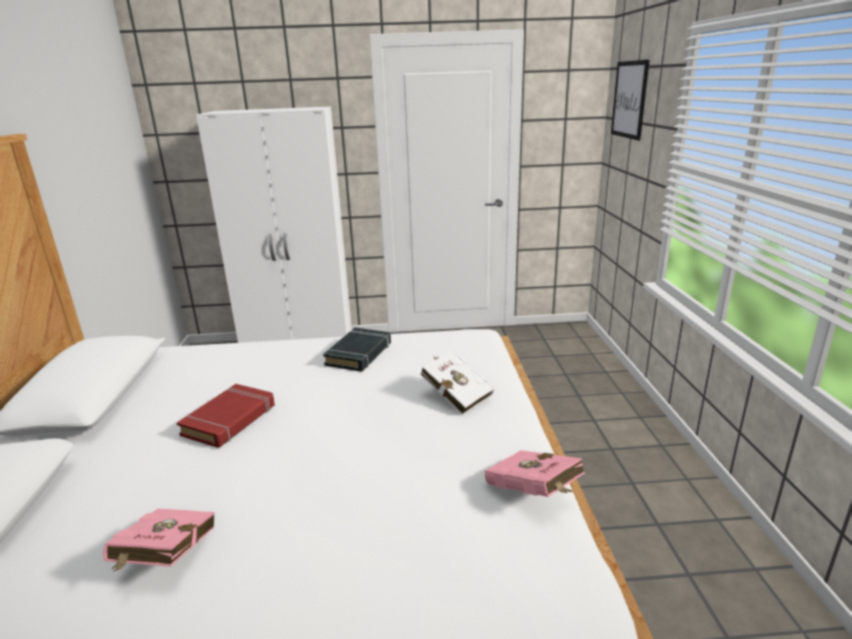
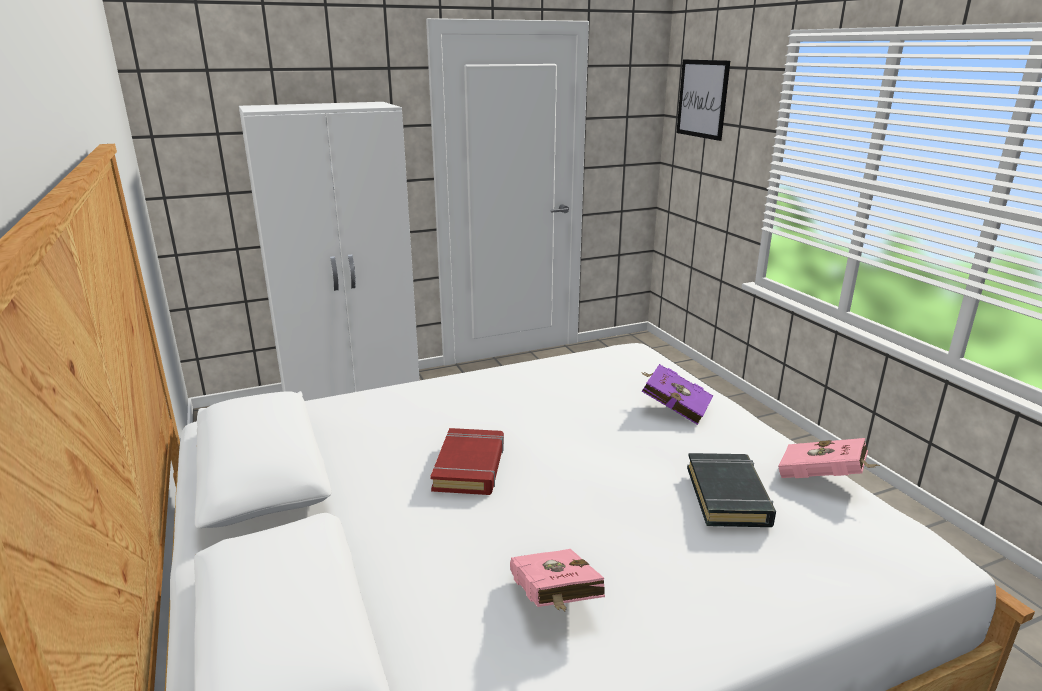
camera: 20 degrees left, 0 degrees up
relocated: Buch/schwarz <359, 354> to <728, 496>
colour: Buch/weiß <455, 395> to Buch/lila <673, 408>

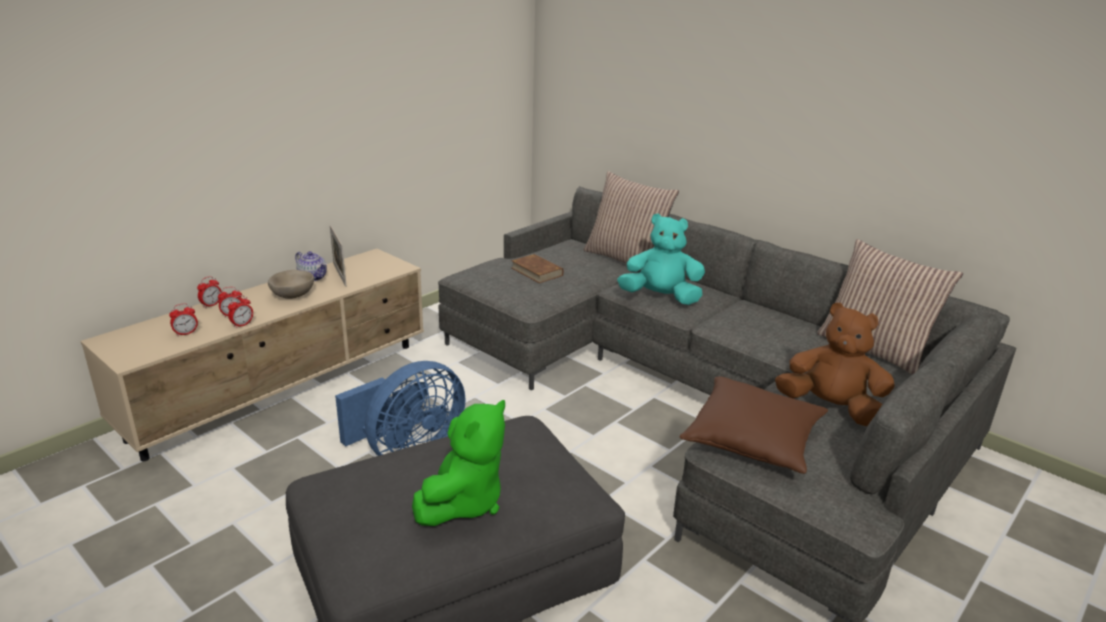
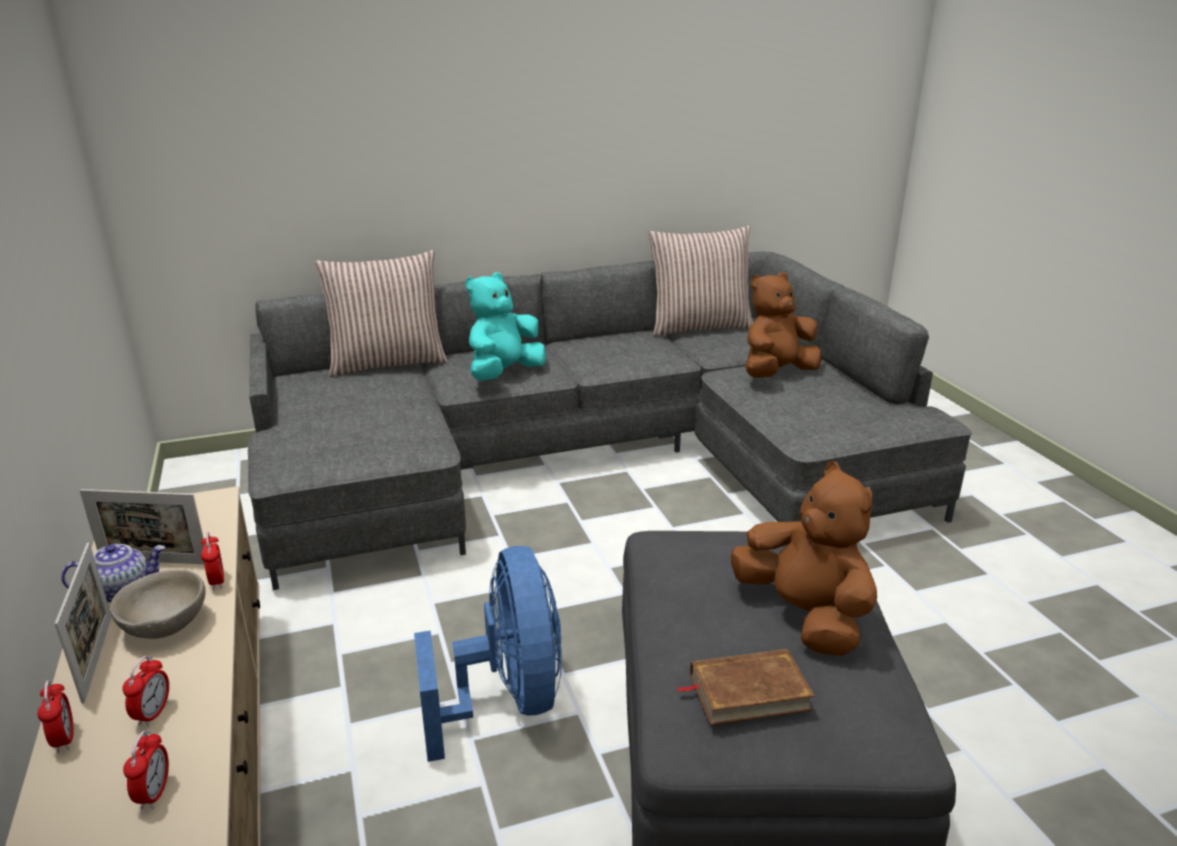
camera: 60 degrees left, 0 degrees up
missing: Kissen/braun <752, 440>
appeared: Bilderrahmen <97, 657>
relocated: Wecker <242, 325> to <217, 581>; Buch/braun <537, 271> to <748, 691>
colour: Plüschtier/grün <464, 502> to Plüschtier/braun <804, 616>

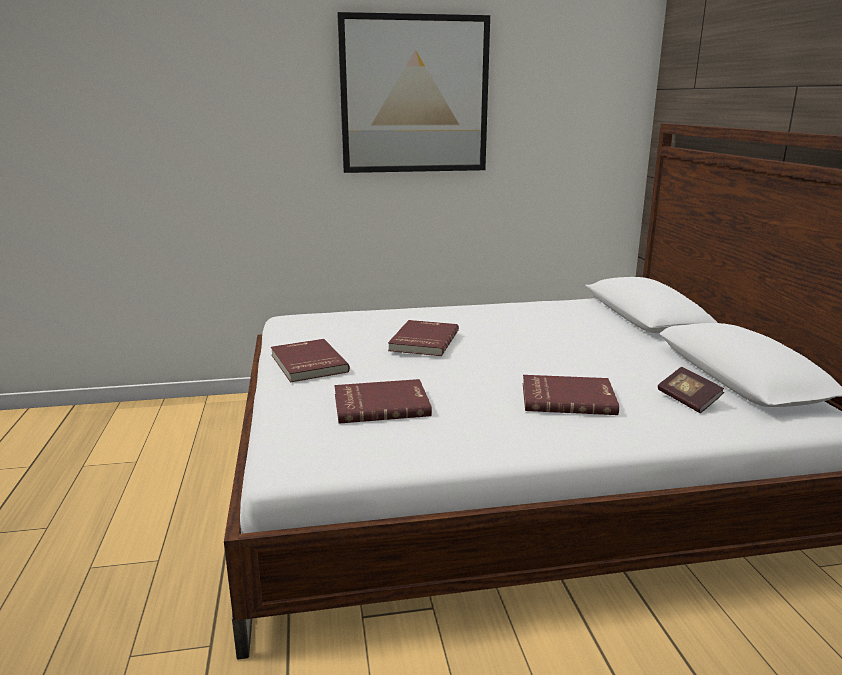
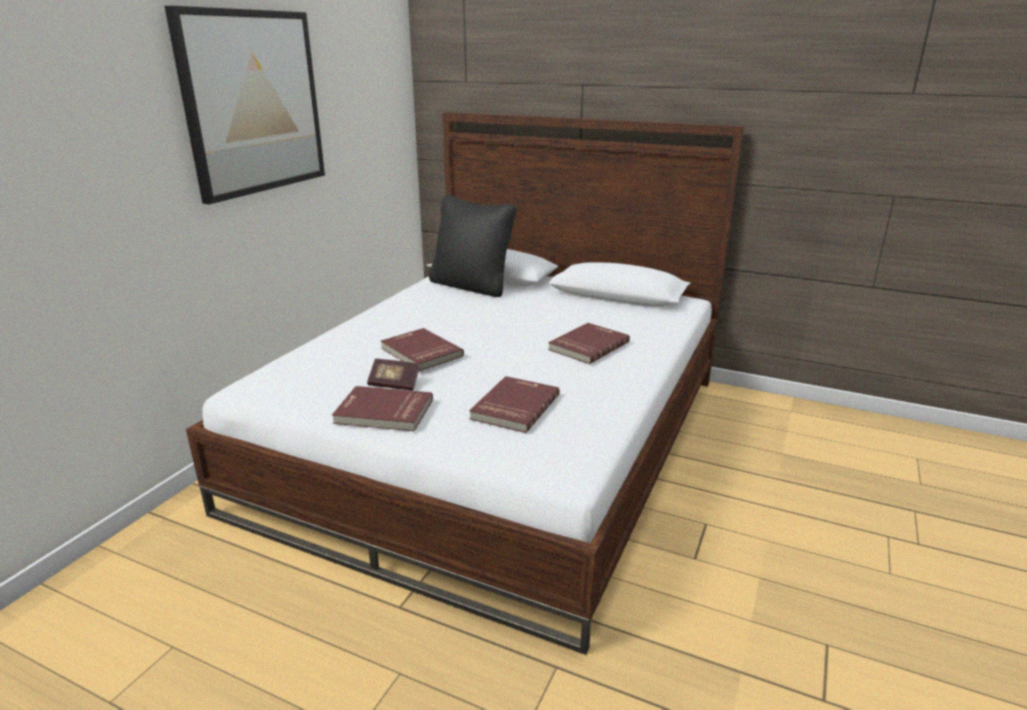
camera: 55 degrees left, 5 degrees up
appeared: Kissen/schwarz <472, 286>
relocated: Buch <688, 400> to <394, 384>

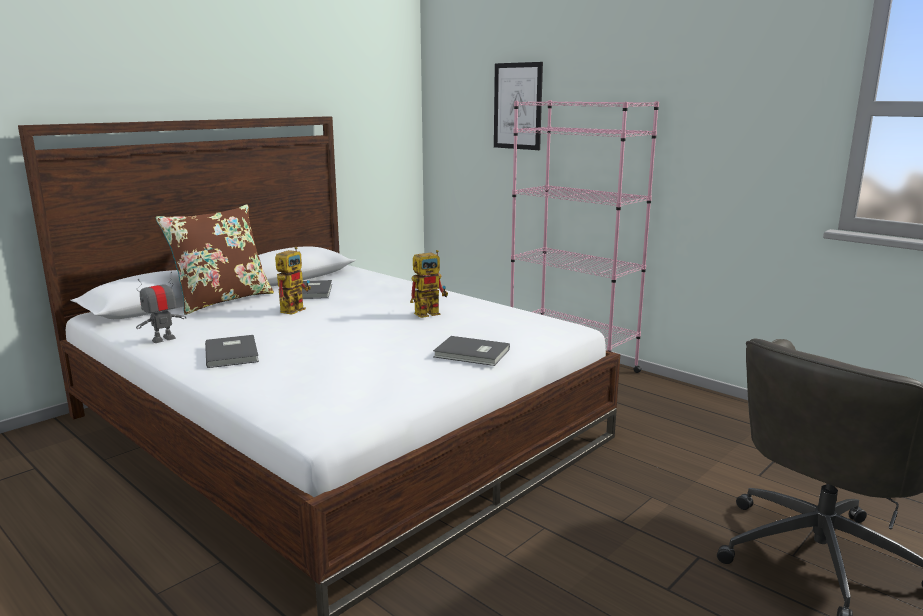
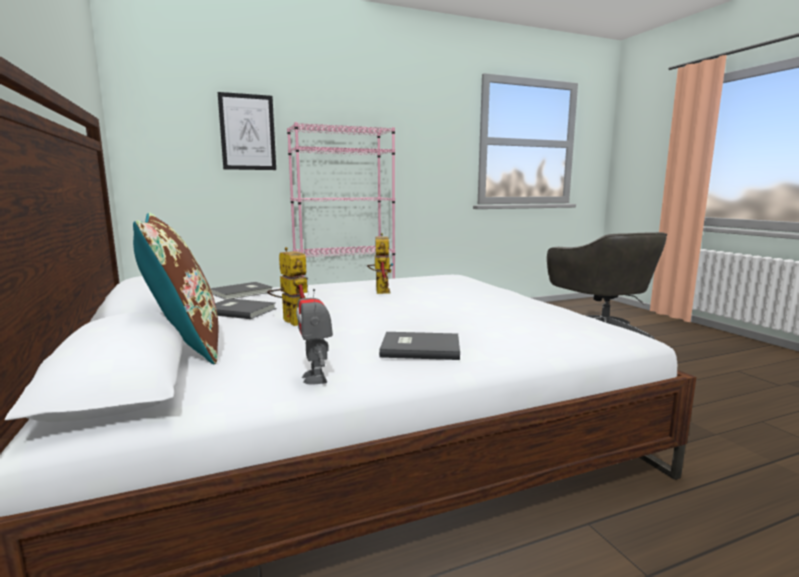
camera: 65 degrees left, 5 degrees down
relocated: Buch/grau <472, 354> to <243, 292>

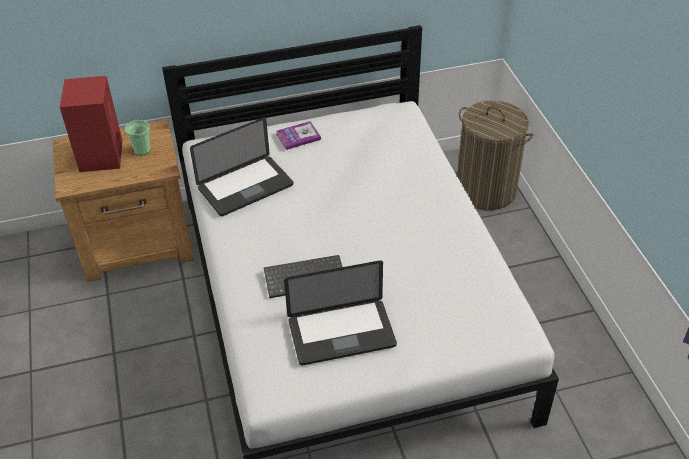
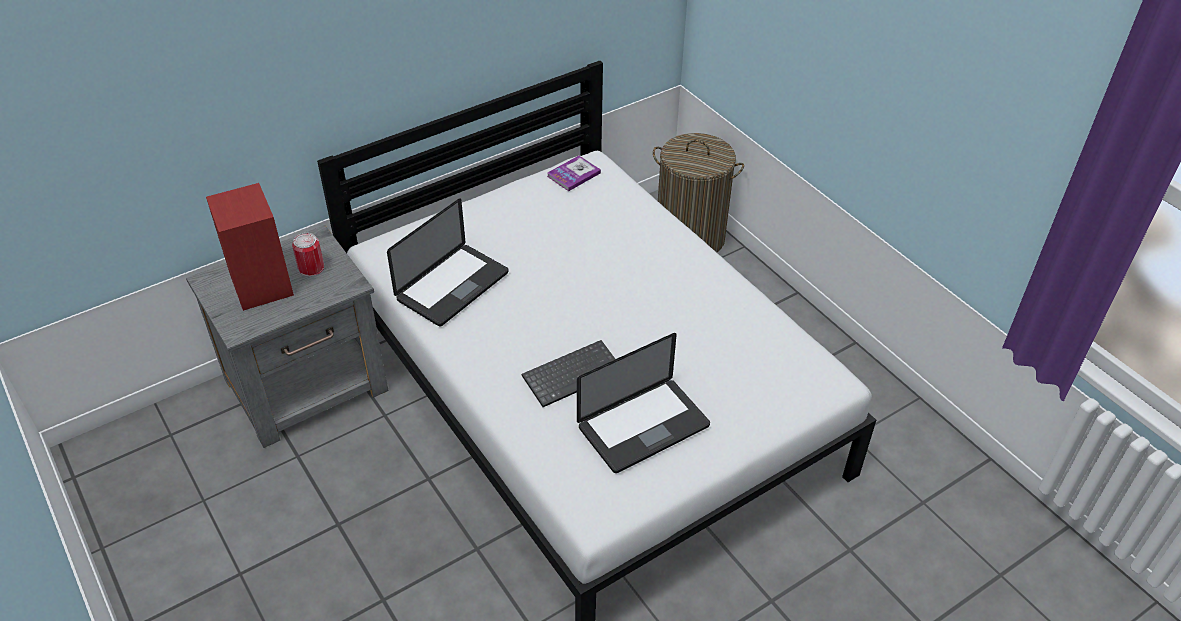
camera: 20 degrees left, 0 degrees up
relocated: Buch <298, 136> to <573, 174>
exchanged: Tasse <142, 150> to Dose <311, 268>
colour: Nachttisch/braun <138, 243> to Nachttisch/grau <309, 385>

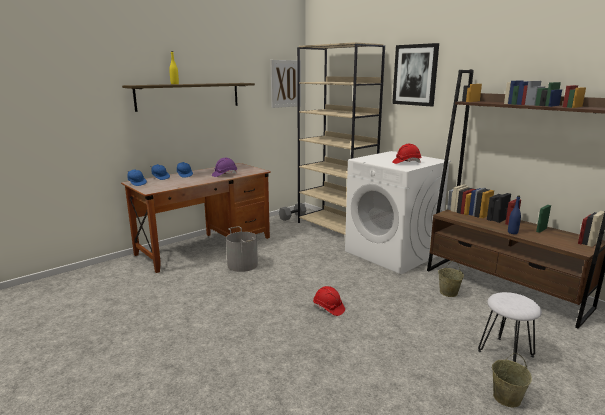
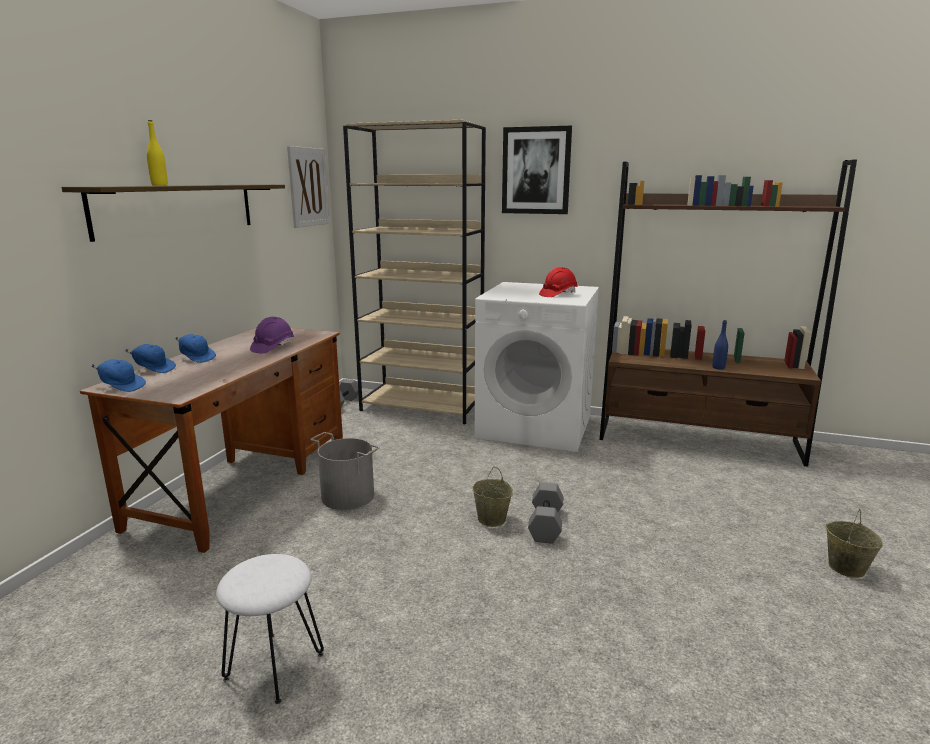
camera: 30 degrees left, 0 degrees up
relocated: Hocker/weiß <506, 354> to <275, 666>; Eimer/beige <448, 293> to <492, 519>
exchanged: Schutzhelm/rot <328, 308> to Hantel/grau <546, 525>

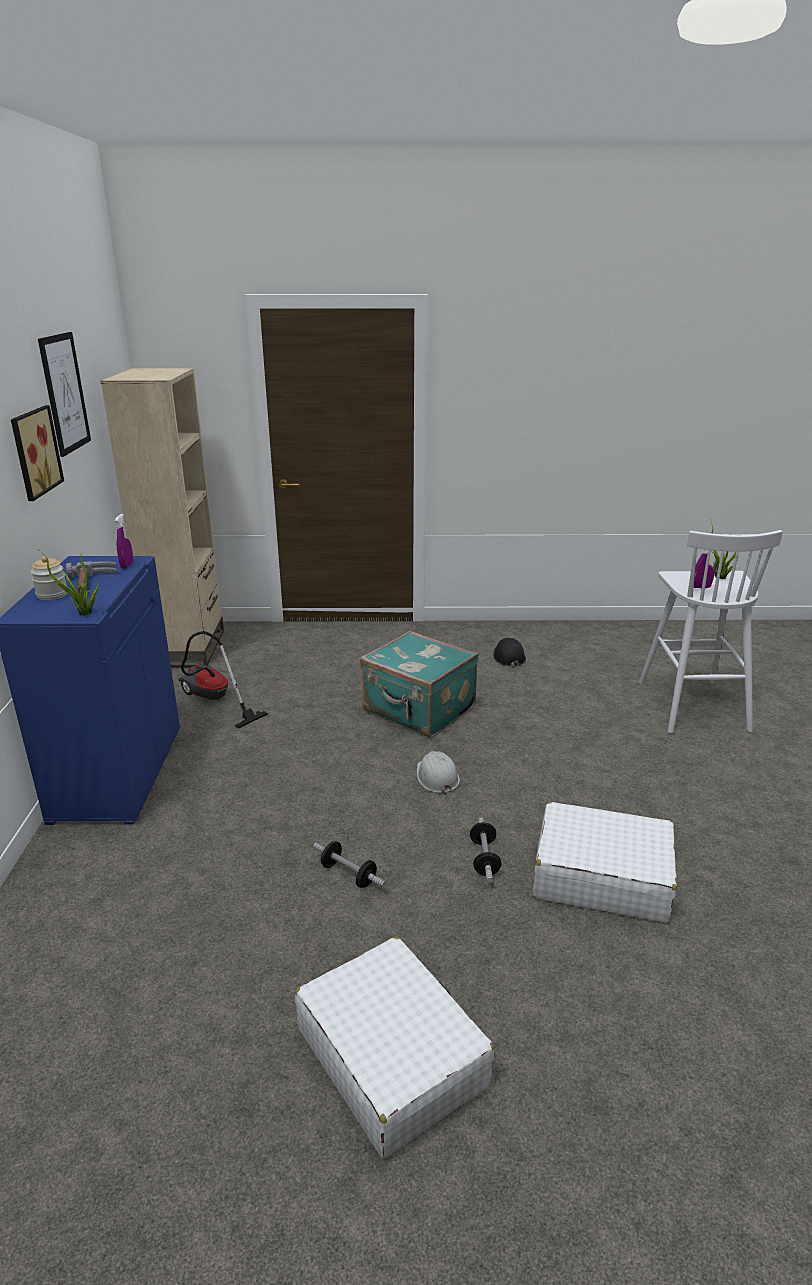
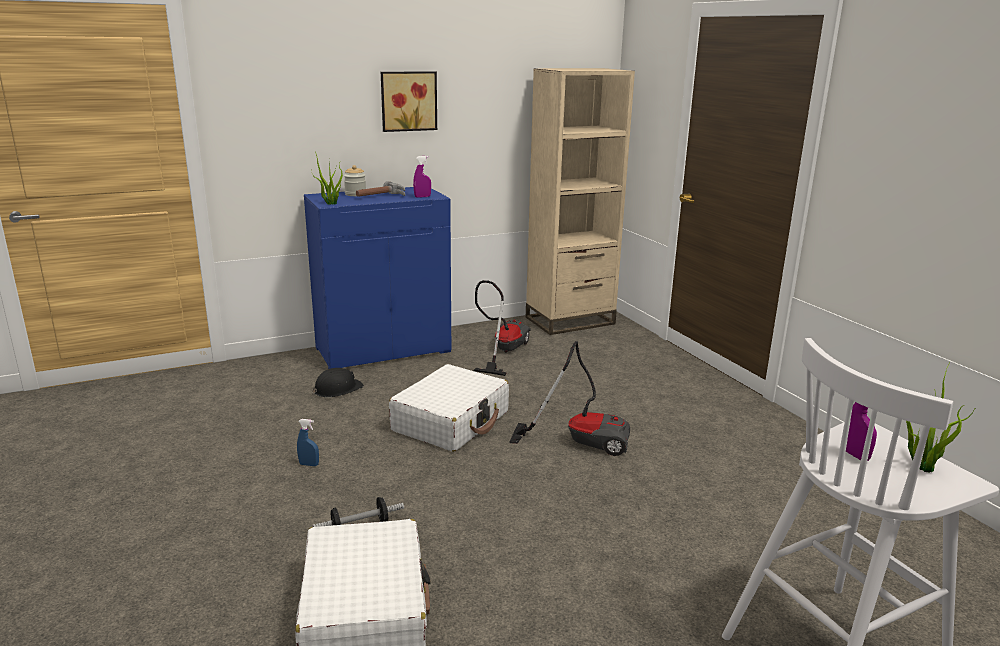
camera: 65 degrees right, 5 degrees down
missing: Bild <65, 393>; Schutzhelm/weiß <436, 777>
relocated: Schutzhelm/schwarz <508, 657> to <337, 389>; Koffer/weiß <391, 1056> to <451, 421>
exchanged: Hantel <349, 874> to Sprühflasche/blau <309, 464>; Koffer/türkis <418, 710> to Staubsauger <581, 440>

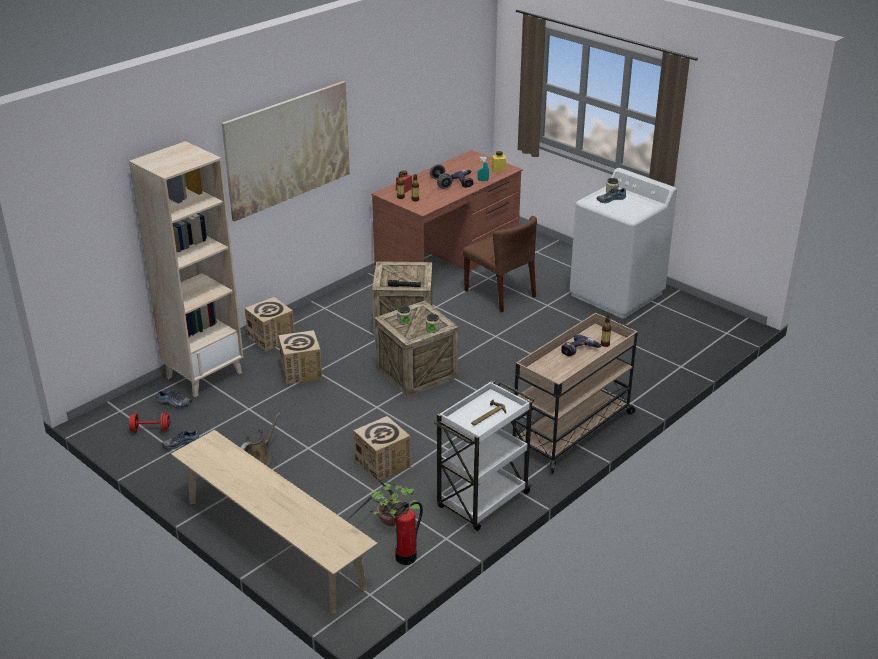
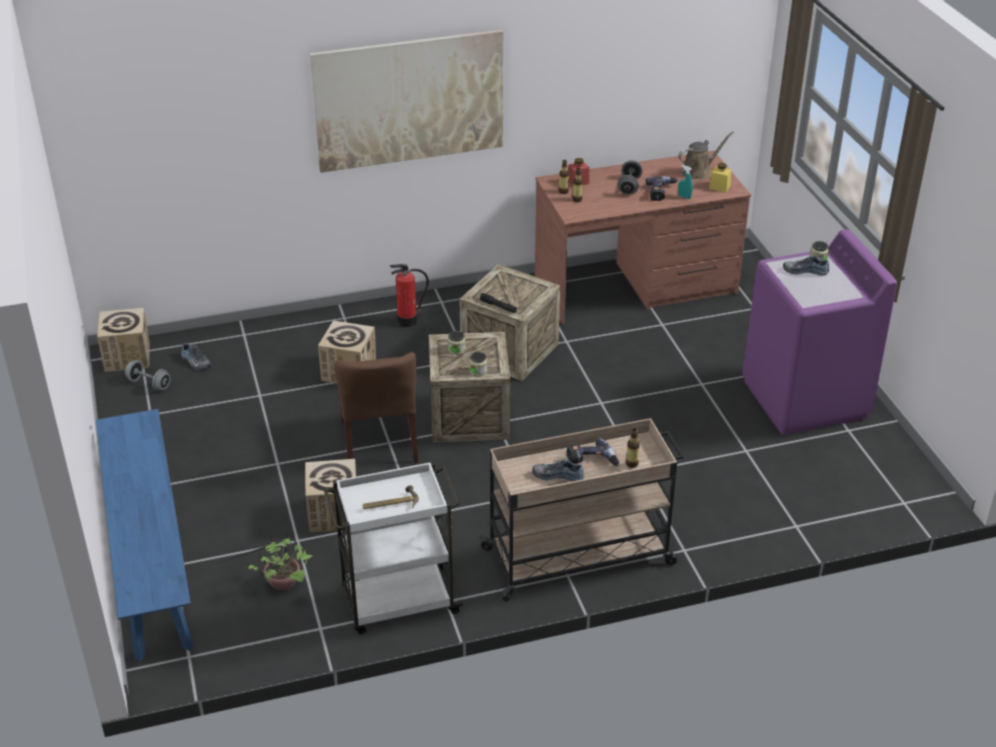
camera: 30 degrees right, 5 degrees up
missing: Bücherregal/beige <204, 374>
relocated: Karton <271, 338> to <127, 357>; Stuhl/braun <500, 294> to <379, 441>; Feuerlöscher <406, 557> to <407, 321>; Schuh <181, 443> to <558, 475>; Gießkanne/braun <259, 458> to <698, 171>
colour: Bank/beige <273, 543> to Bank/blau <150, 558>; Hantel/rot <150, 430> to Hantel/grau <149, 384>; Waschmaschine/weiß <617, 294> to Waschmaschine/lila <805, 399>

